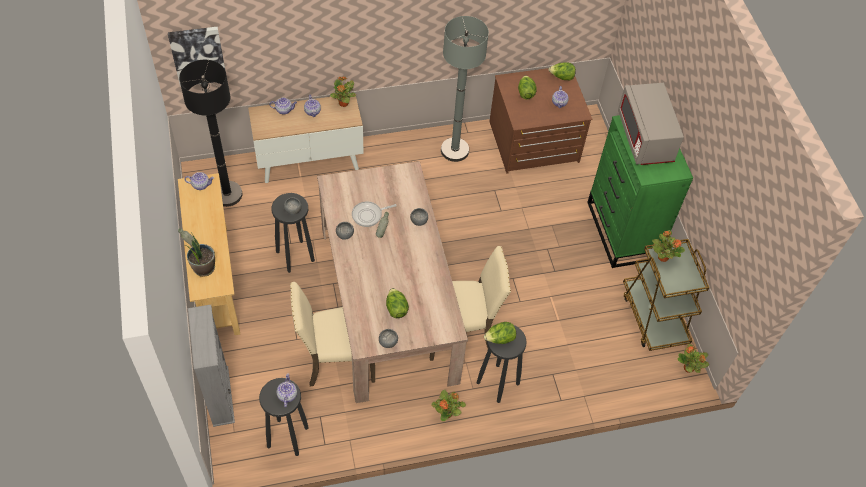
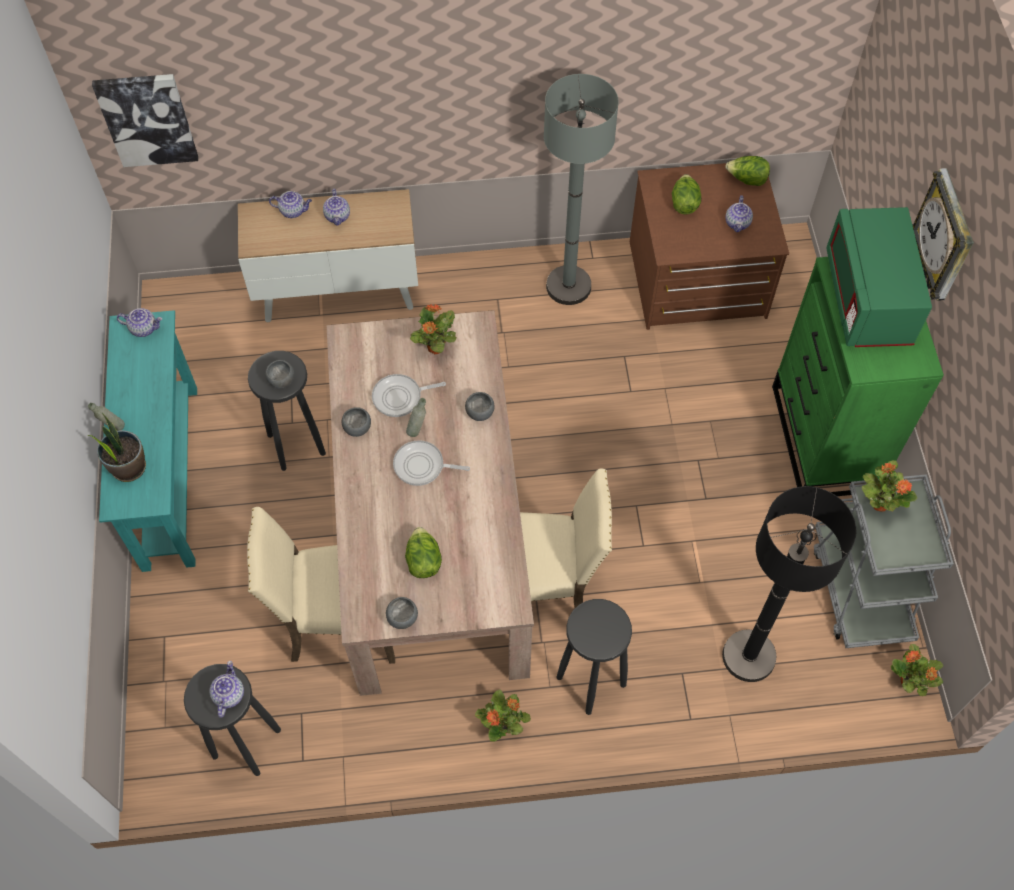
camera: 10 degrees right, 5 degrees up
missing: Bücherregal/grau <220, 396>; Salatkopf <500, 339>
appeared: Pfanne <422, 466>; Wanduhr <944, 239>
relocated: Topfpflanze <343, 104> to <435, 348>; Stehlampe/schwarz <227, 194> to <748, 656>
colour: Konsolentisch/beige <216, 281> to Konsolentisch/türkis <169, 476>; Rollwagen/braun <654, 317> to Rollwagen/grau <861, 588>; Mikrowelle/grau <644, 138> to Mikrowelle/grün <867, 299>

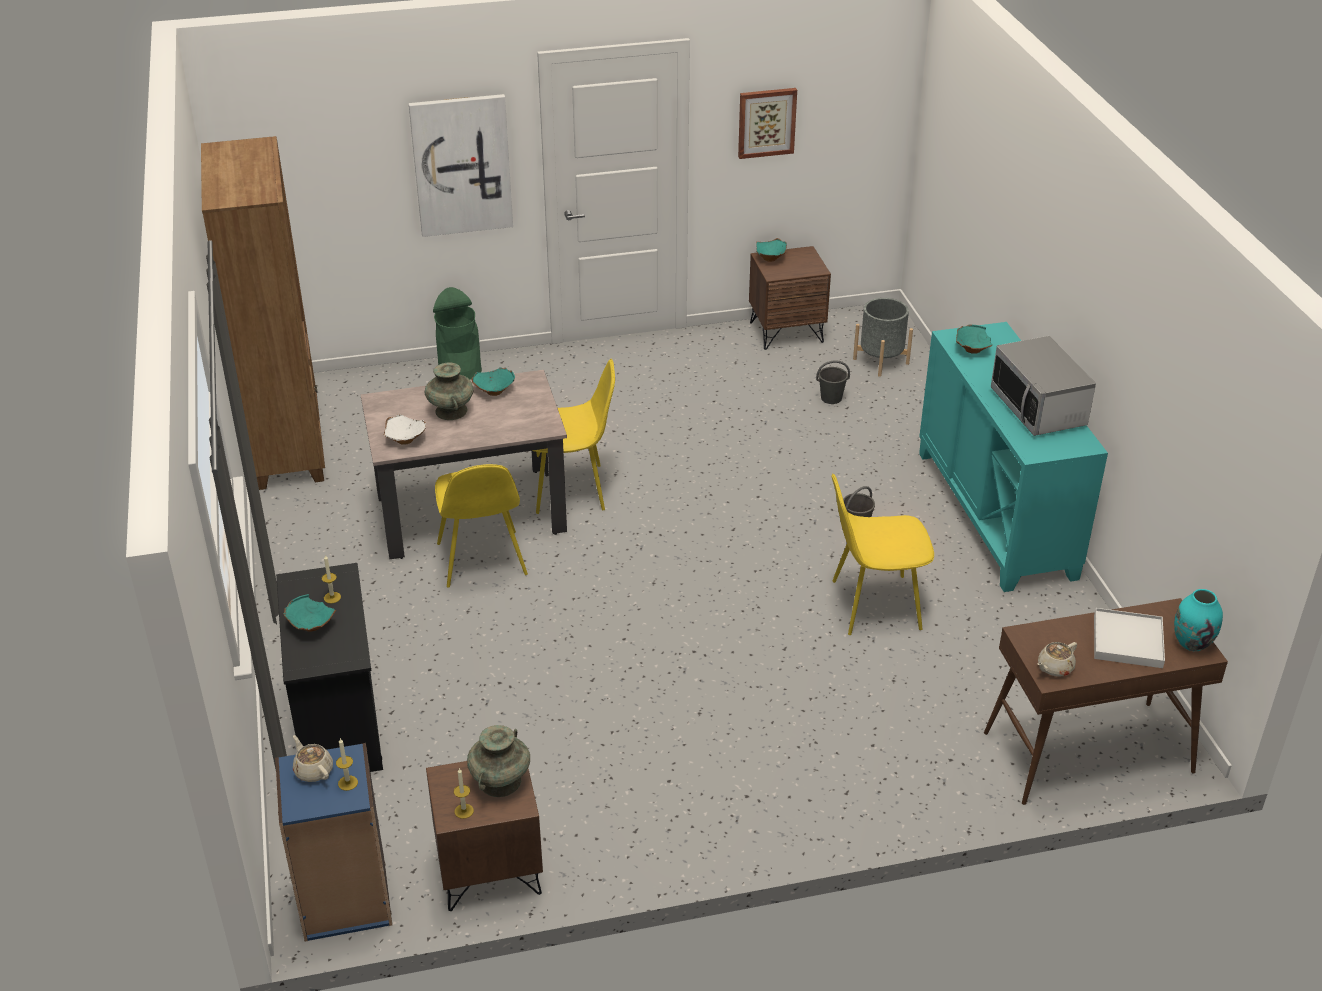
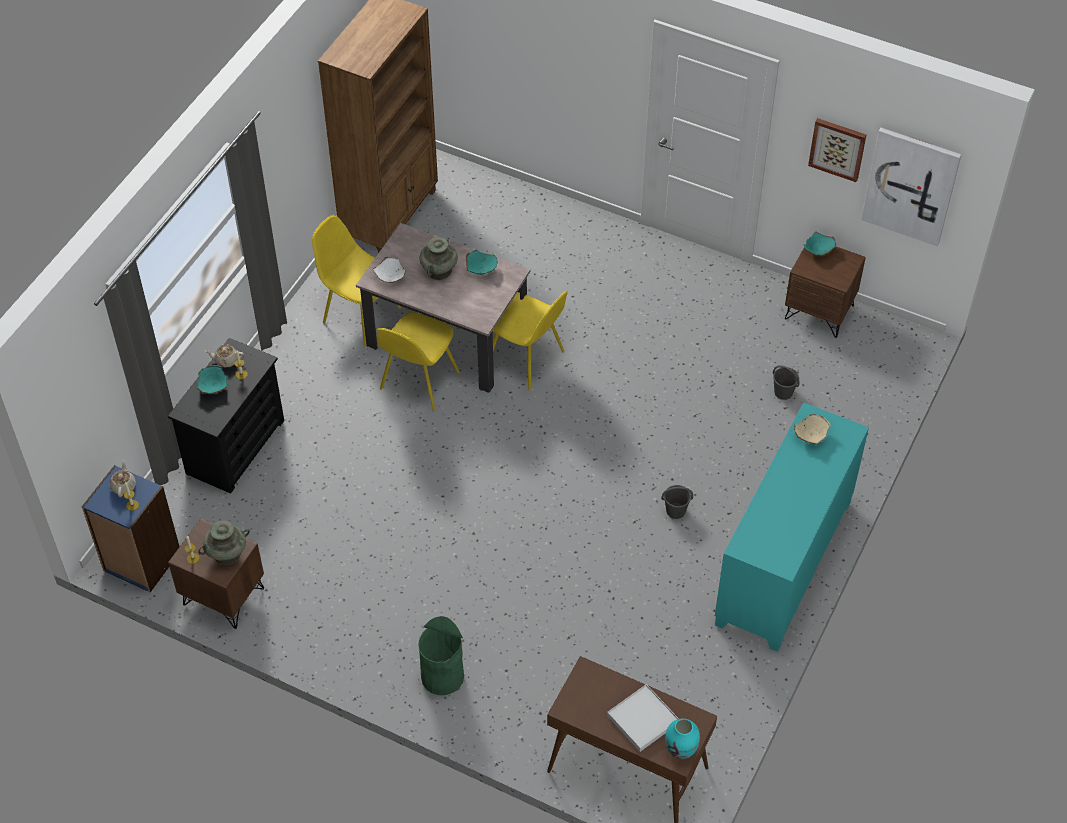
camera: 40 degrees right, 15 degrees up
missing: Pflanzkübel/grau <881, 361>; Mikrowelle <1038, 408>
relocated: Teekanne/beige <1054, 668> to <226, 360>; Stuhl/gelb <873, 605> to <360, 314>; Mülleimer/grün <460, 371> to <442, 676>; Bild <461, 165> to <910, 185>
colour: Schüssel/türkis <971, 349> to Schüssel/beige <810, 436>

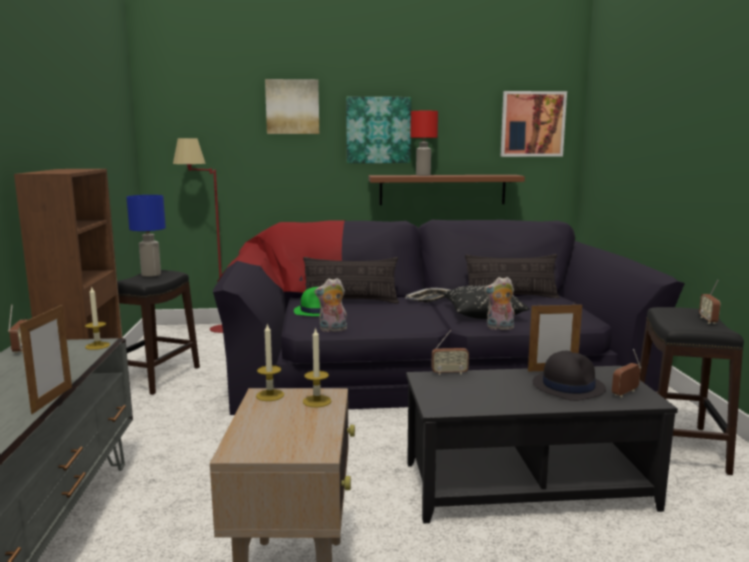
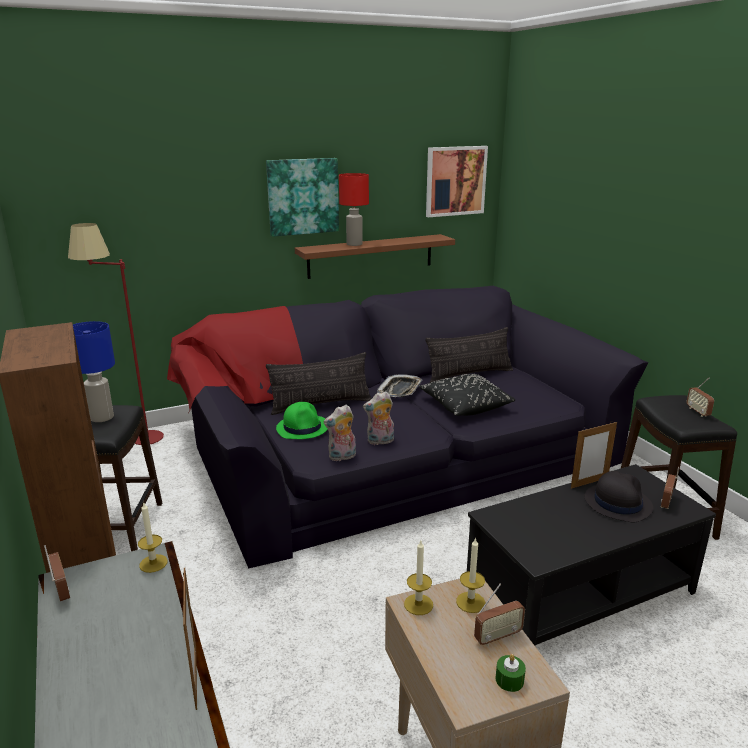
camera: 20 degrees left, 10 degrees up
missing: Bild <292, 107>
appeared: Kerze/grün <509, 680>
relocated: Plüschtier <499, 328> to <380, 441>; Radio <449, 373> to <497, 637>

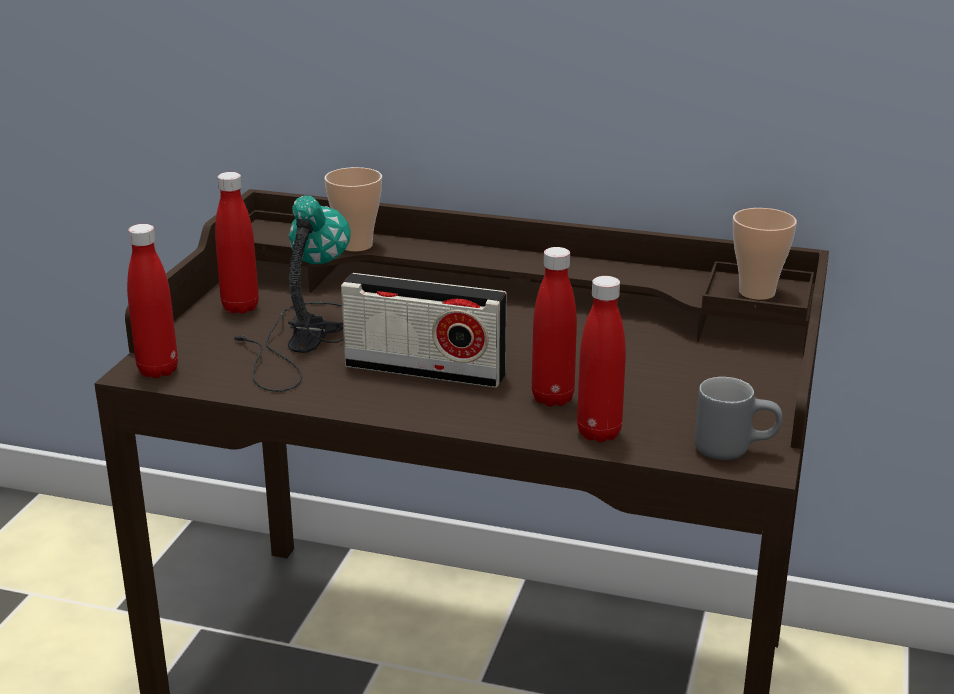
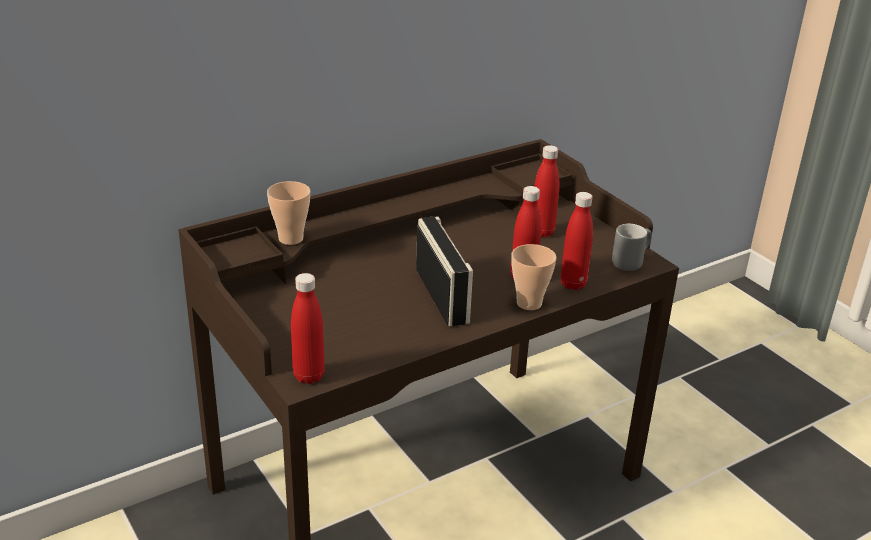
camera: 50 degrees left, 5 degrees up
missing: Tischlampe <299, 340>
relocated: Tasse <757, 292> to <529, 303>; Flasche/rot <240, 307> to <542, 232>
spun: Radio <425, 371> = <442, 296> 75 degrees counterclockwise

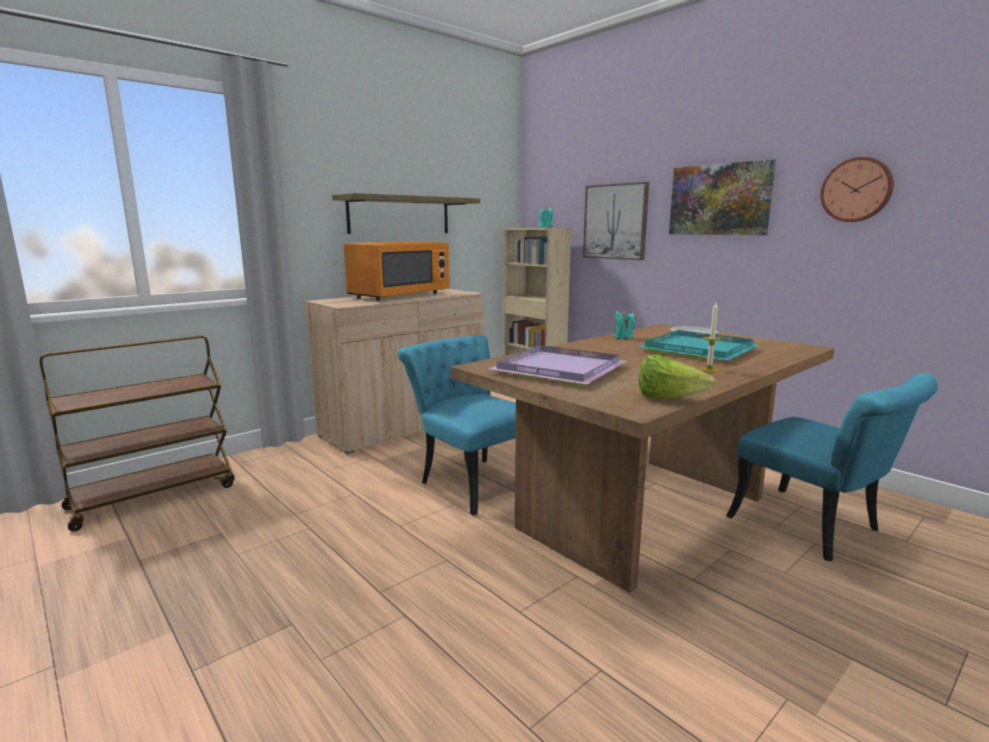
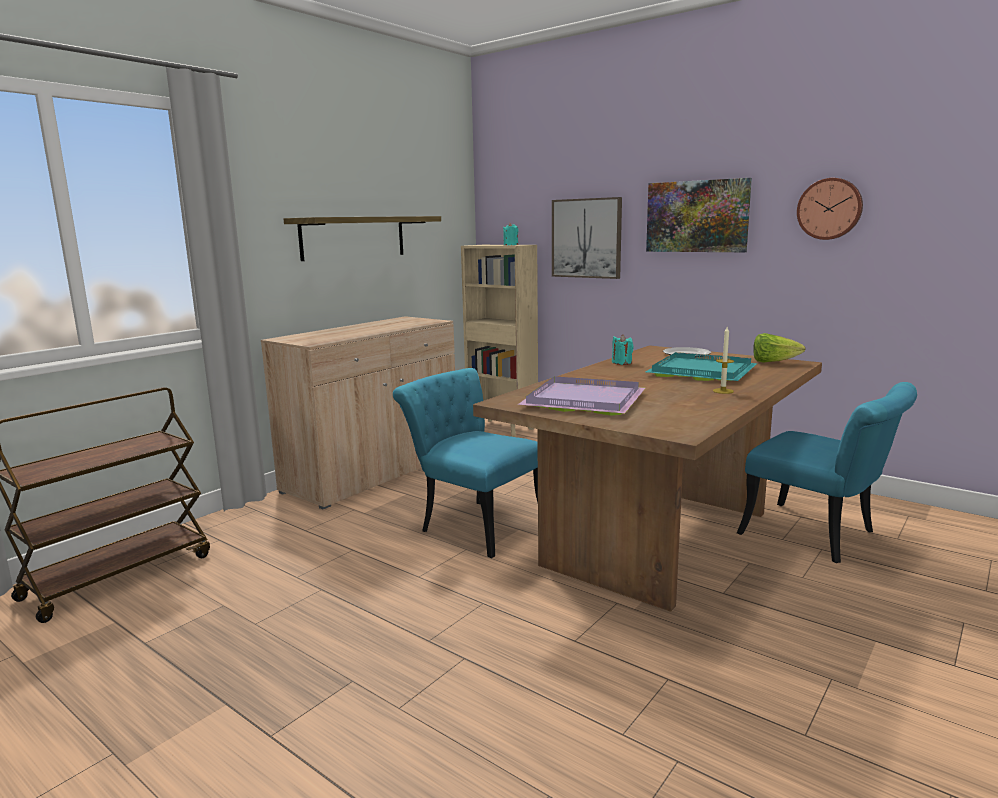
camera: 10 degrees left, 0 degrees up
missing: Mikrowelle/orange <399, 296>
relocated: Salatkopf <668, 398> to <773, 362>

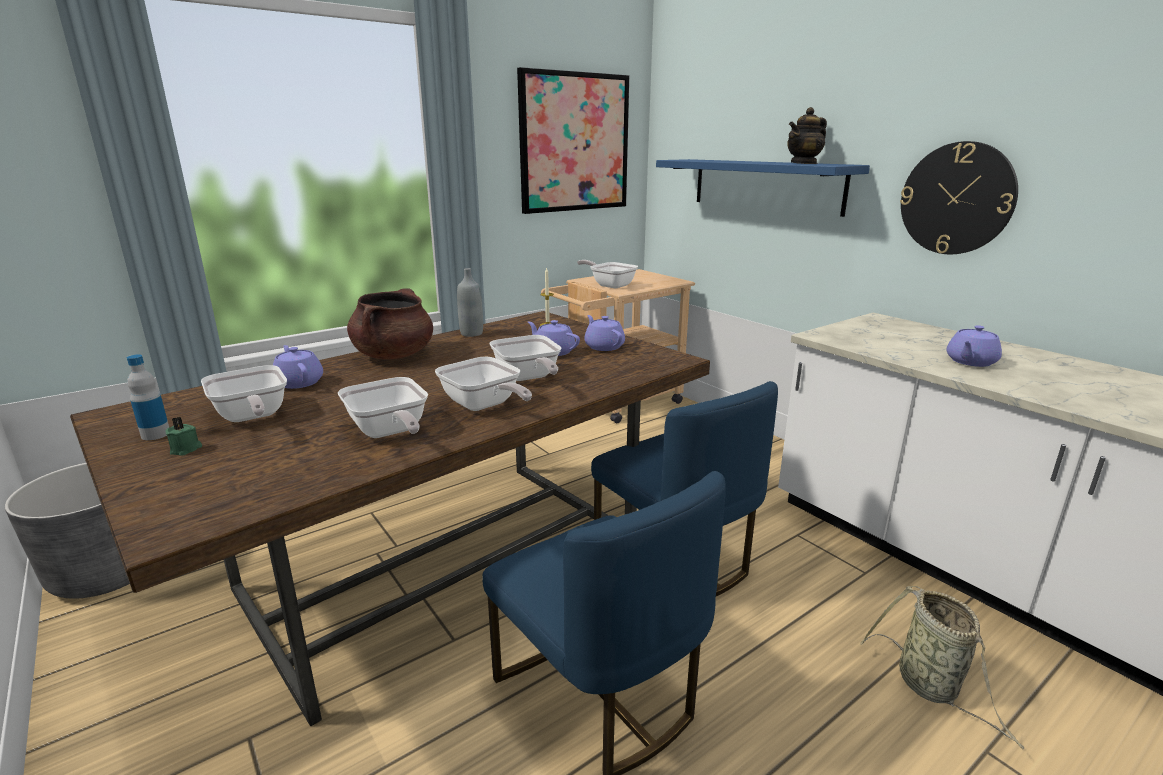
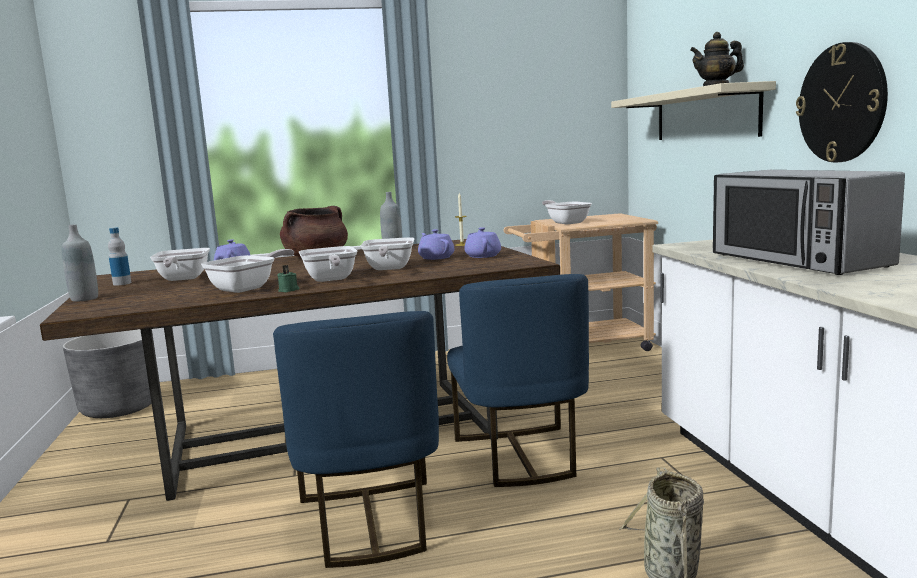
camera: 25 degrees right, 10 degrees down
missing: Bild <574, 143>
appeared: Flasche/grau <84, 299>
relocated: Kerze/grün <186, 449> to <289, 290>
exchanged: Teekanne/lila <970, 362> to Mikrowelle <797, 261>
colour: Wandregal/blau <765, 185> to Wandregal/beige <705, 115>
spun: Pfanne <389, 432> = <248, 288> 135 degrees counterclockwise

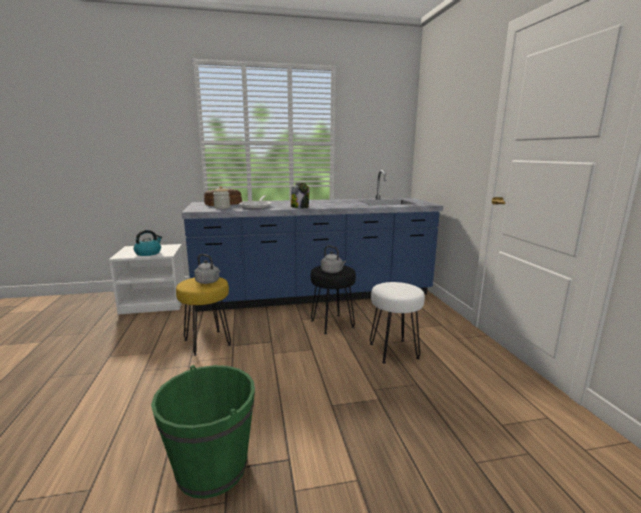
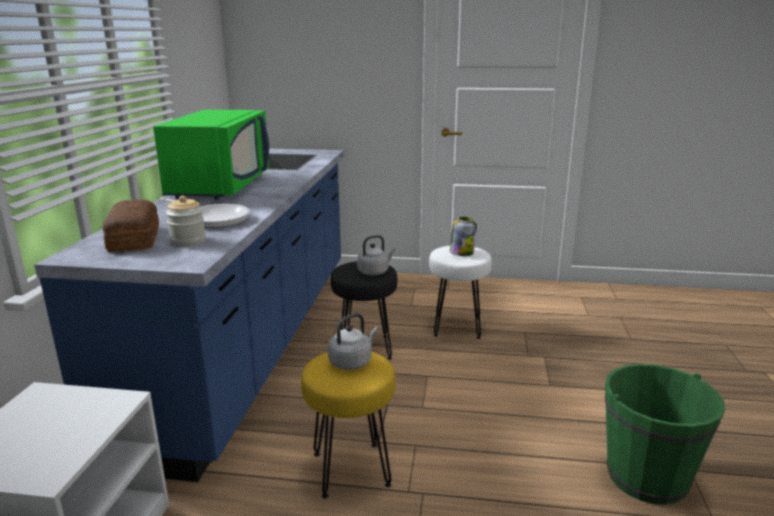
camera: 70 degrees left, 5 degrees up
missing: Wasserkessel <148, 253>
appeared: Mikrowelle/grün <220, 186>
relocated: Vorratsglas <300, 207> to <462, 252>

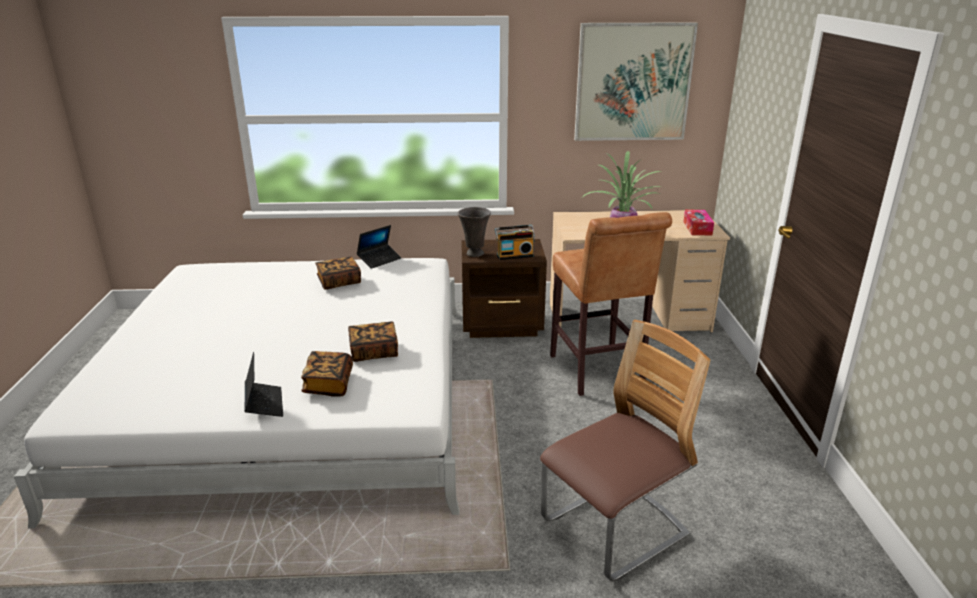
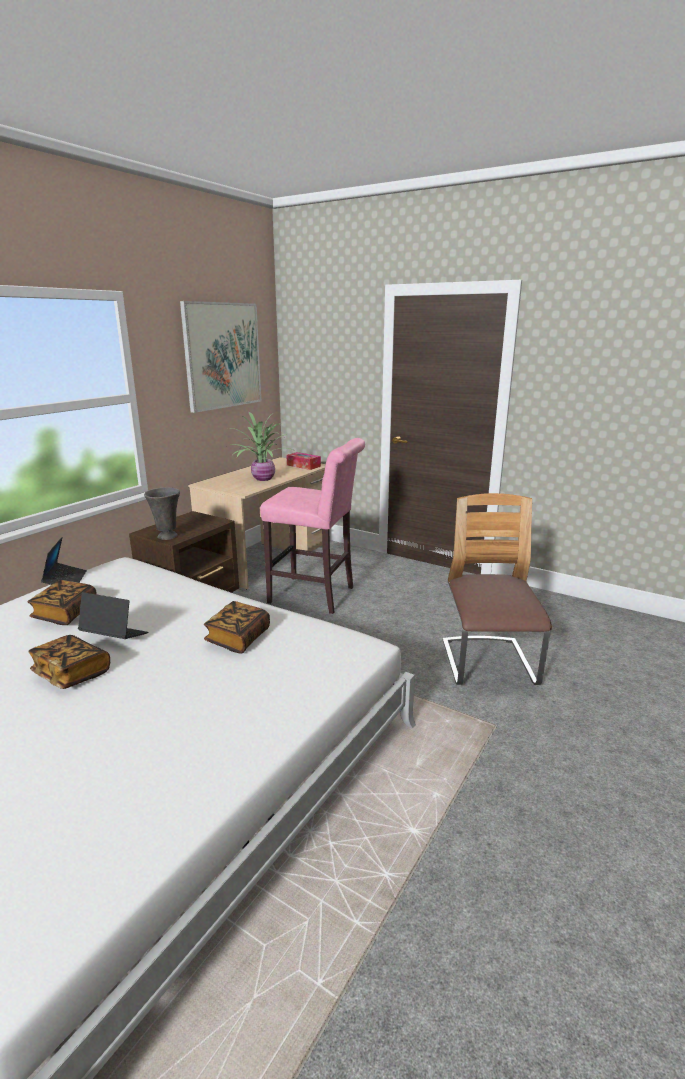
camera: 55 degrees left, 5 degrees down
missing: Radio <514, 255>
relocated: Buch <328, 384> to <72, 674>; Laptop <264, 404> to <114, 637>
colour: Hocker/braun <598, 373> to Hocker/rosa <316, 596>

